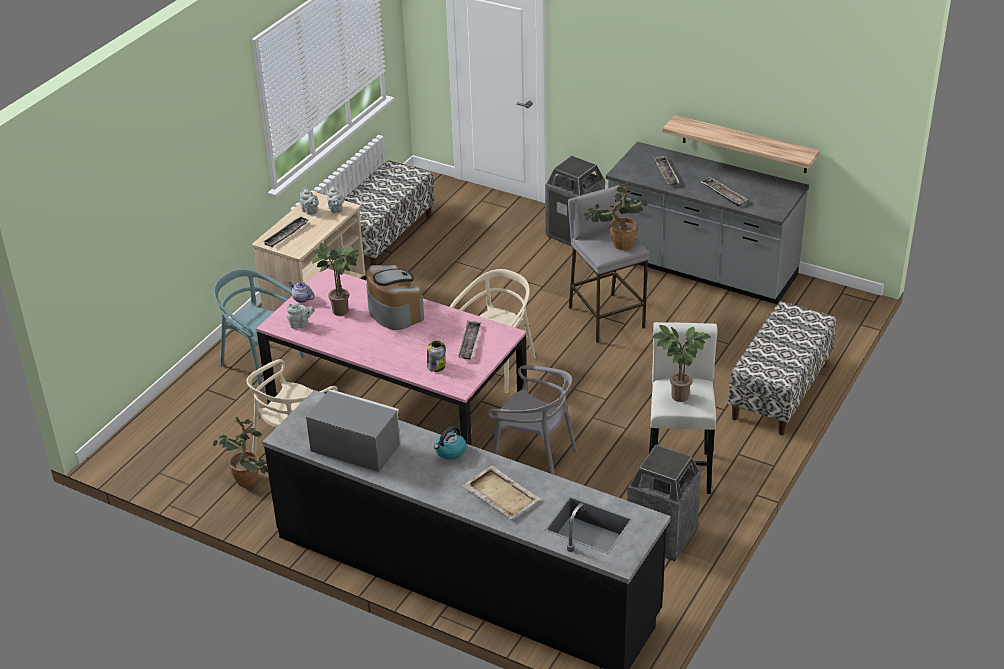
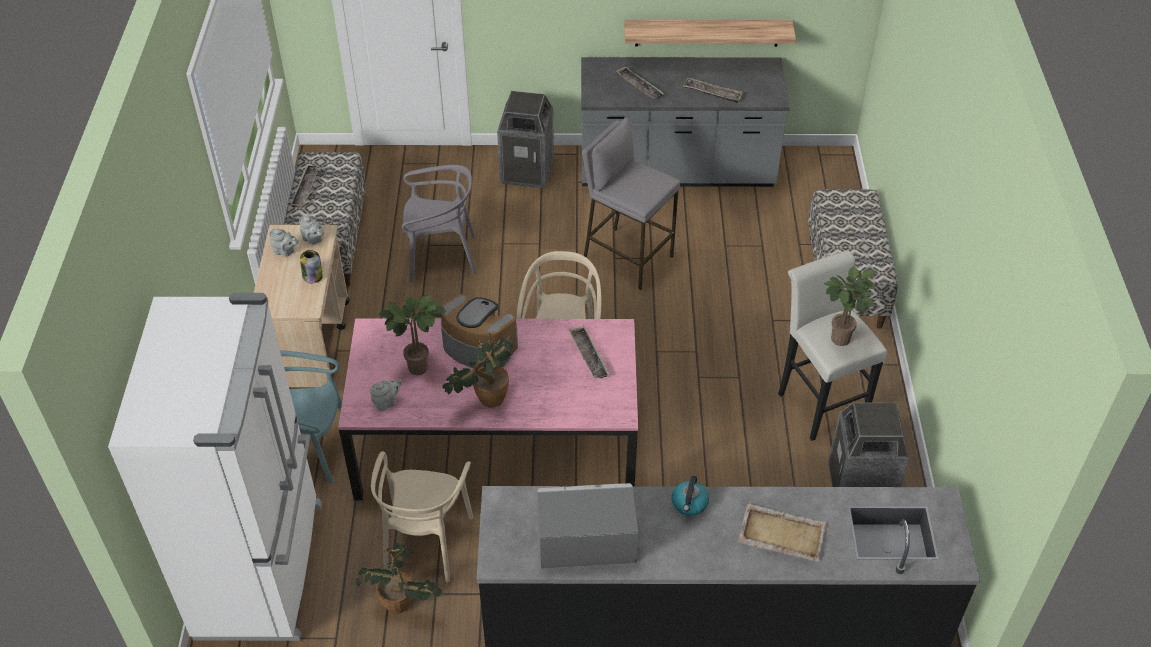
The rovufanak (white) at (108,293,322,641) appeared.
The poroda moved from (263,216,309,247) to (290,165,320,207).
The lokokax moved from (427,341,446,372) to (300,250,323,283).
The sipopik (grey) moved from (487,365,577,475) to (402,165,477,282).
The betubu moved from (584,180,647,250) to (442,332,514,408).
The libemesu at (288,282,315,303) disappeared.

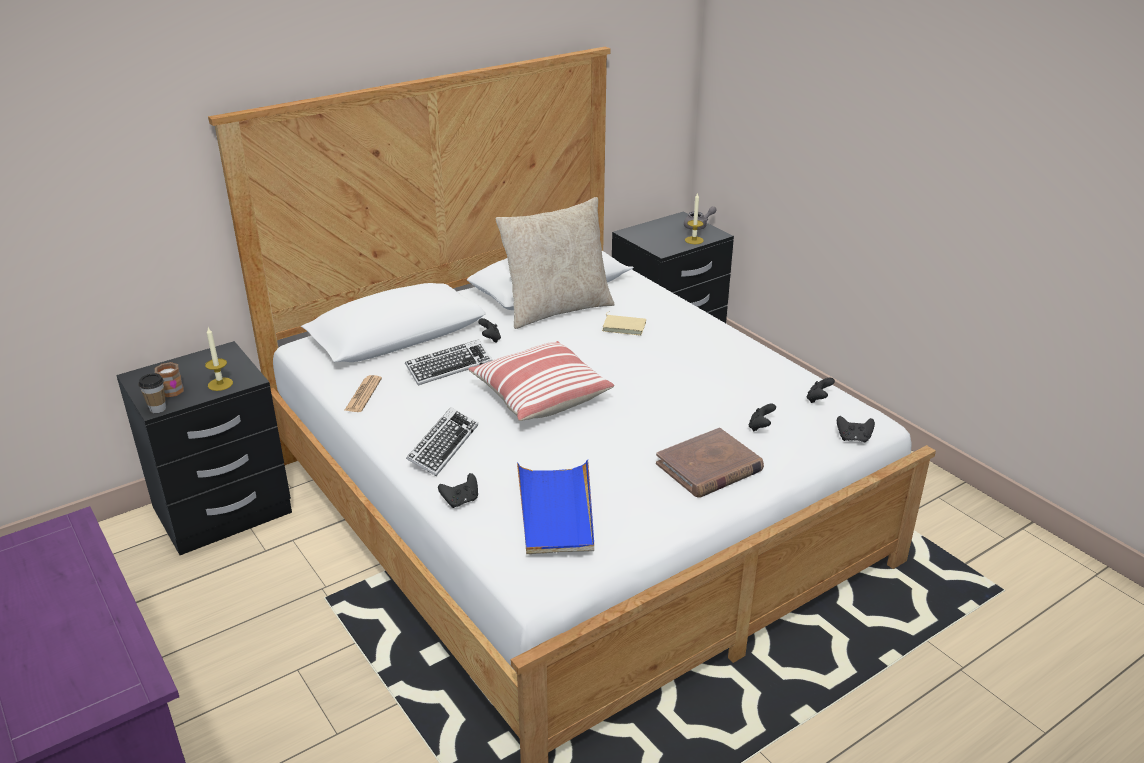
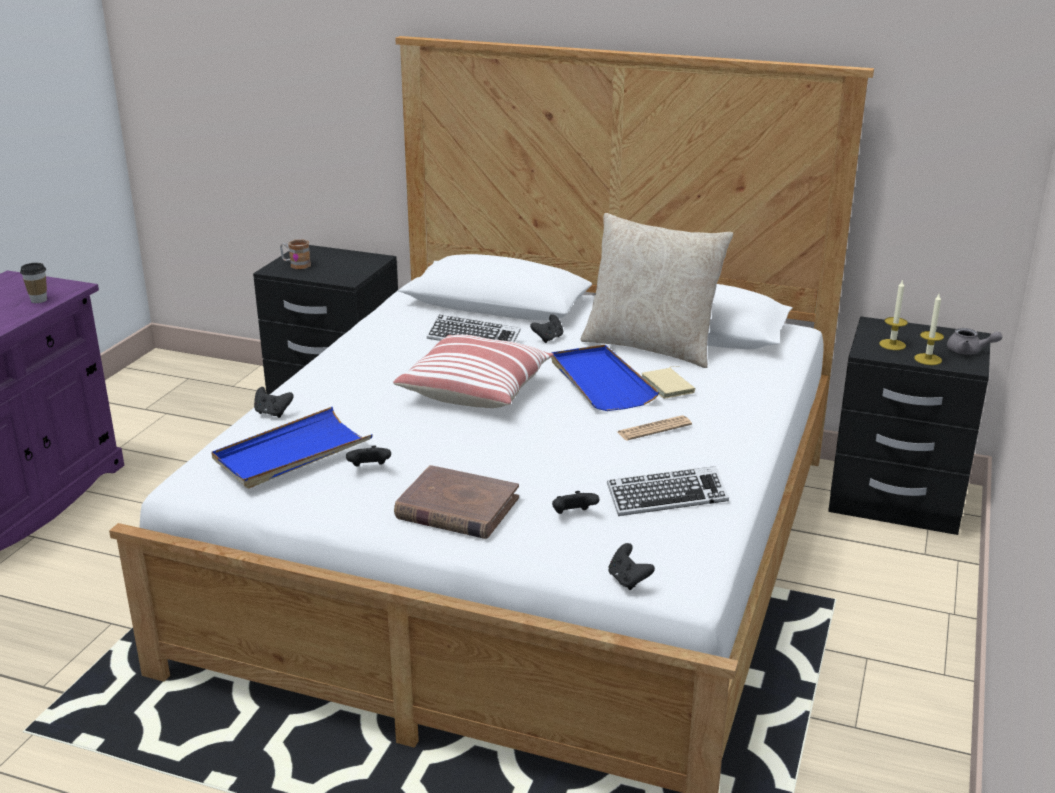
The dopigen moved from (138,373,166,413) to (20,263,47,303).
The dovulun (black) moved from (807,378,835,403) to (346,445,391,466).
The poroda (blue) at (551,345,659,411) appeared.
The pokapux moved from (406,407,478,476) to (607,466,729,516).
The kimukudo moved from (344,375,382,412) to (617,415,692,440).
The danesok moved from (205,328,233,391) to (879,279,908,350).

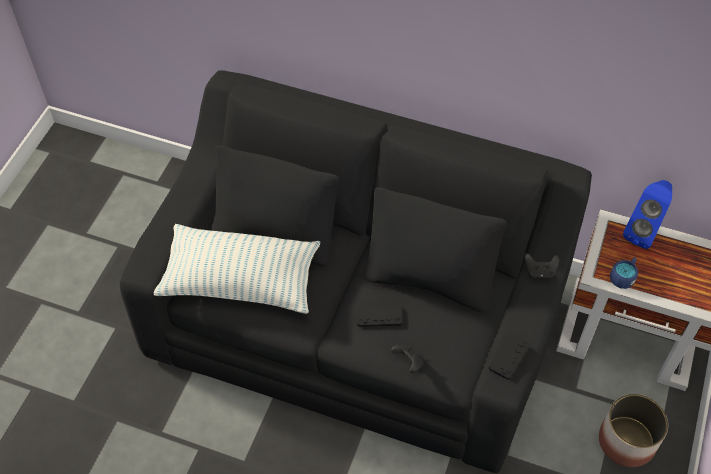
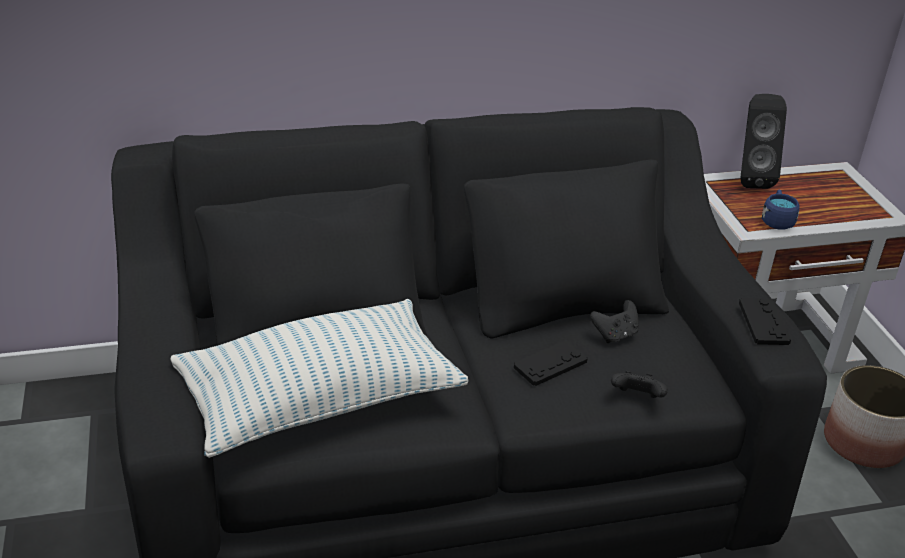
The dovulun (black) moved from (525,254,559,279) to (590,300,639,343).
The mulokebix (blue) at (623,180,672,249) became the mulokebix (black) at (741,94,787,189).

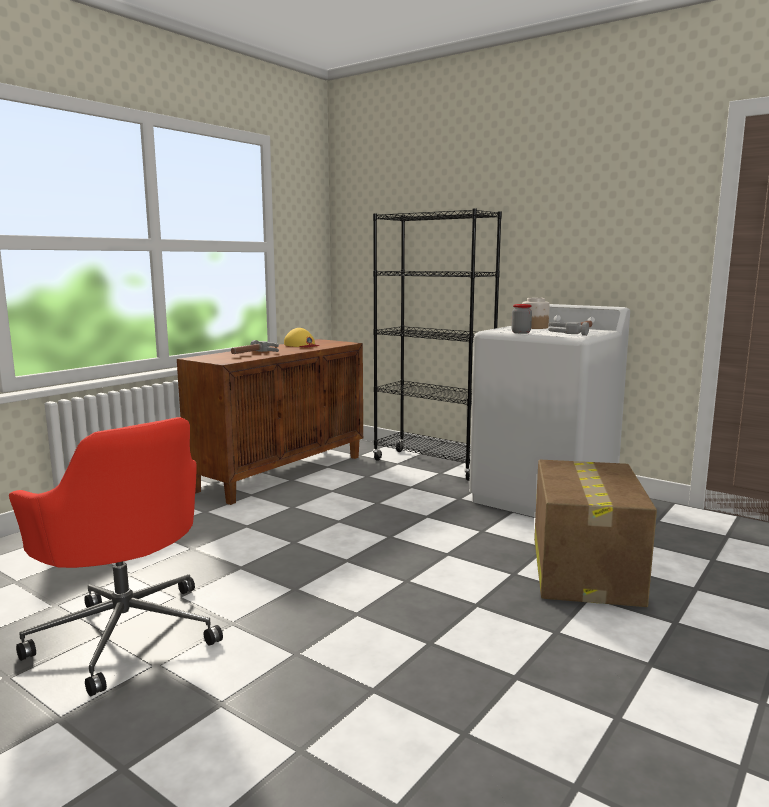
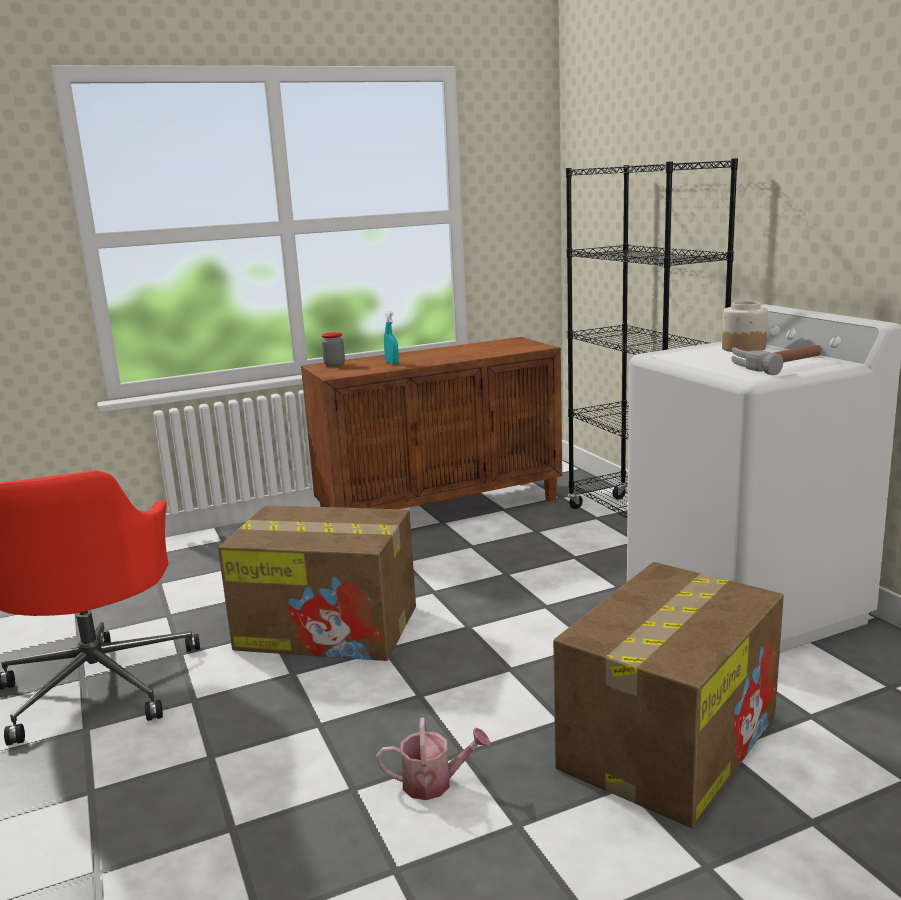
The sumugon at (218,505,416,661) appeared.
The lokokax moved from (511,304,532,334) to (322,332,345,367).
The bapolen at (376,718,491,800) appeared.
The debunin at (231,340,279,354) was replaced by the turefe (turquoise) at (384,311,399,364).
The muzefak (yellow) at (284,328,319,348) disappeared.

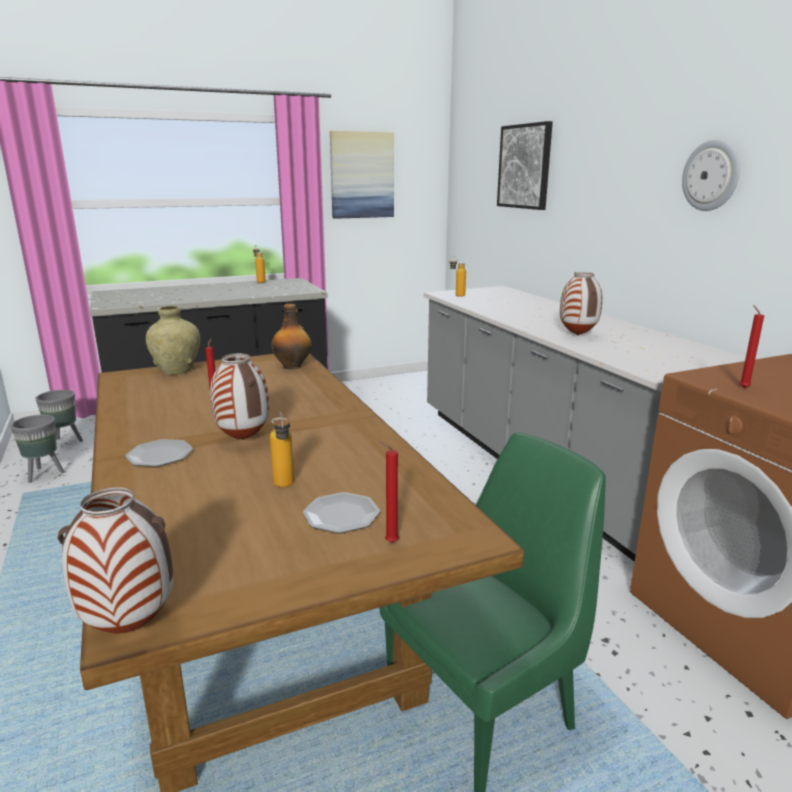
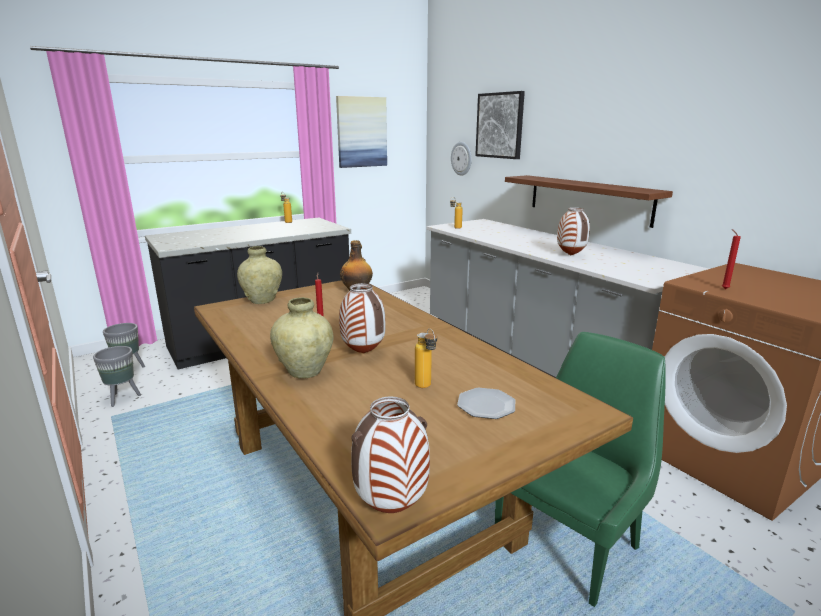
The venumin at (125,439,193,467) was replaced by the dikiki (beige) at (270,297,334,379).
The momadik moved from (682,140,740,211) to (451,142,472,176).
The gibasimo at (505,175,673,228) appeared.
The danesok (red) at (379,442,399,543) disappeared.

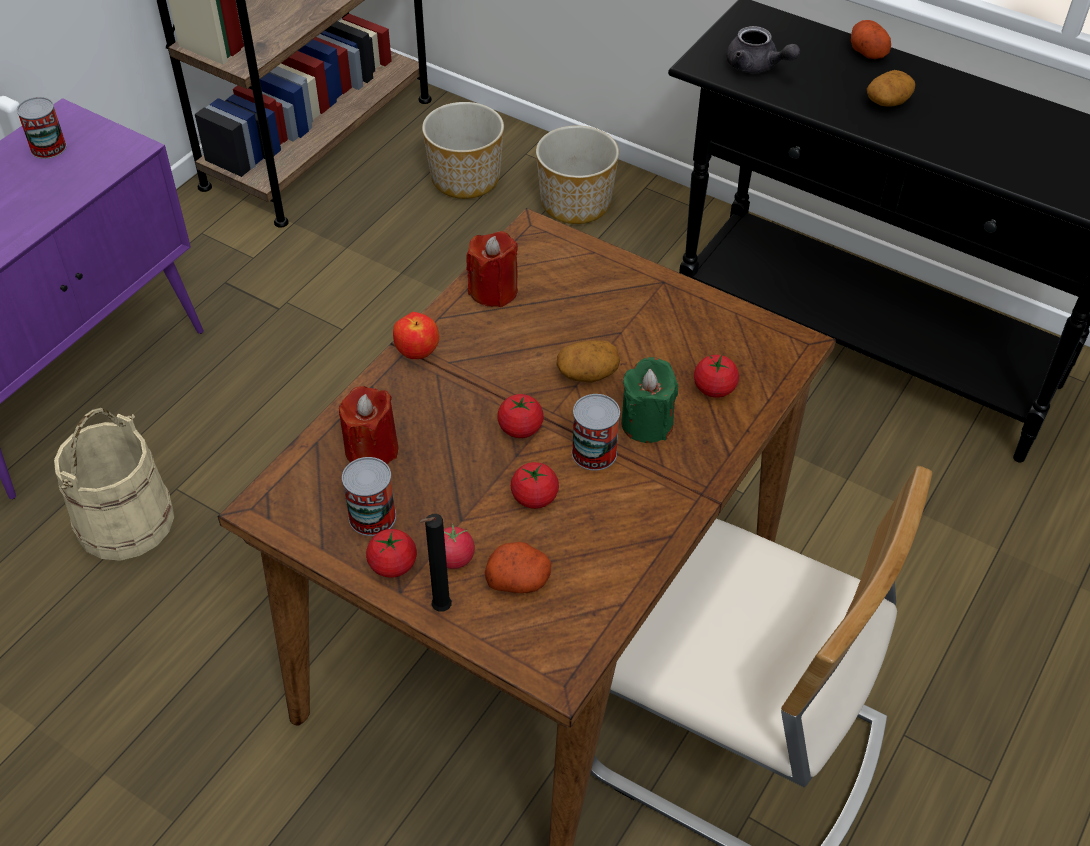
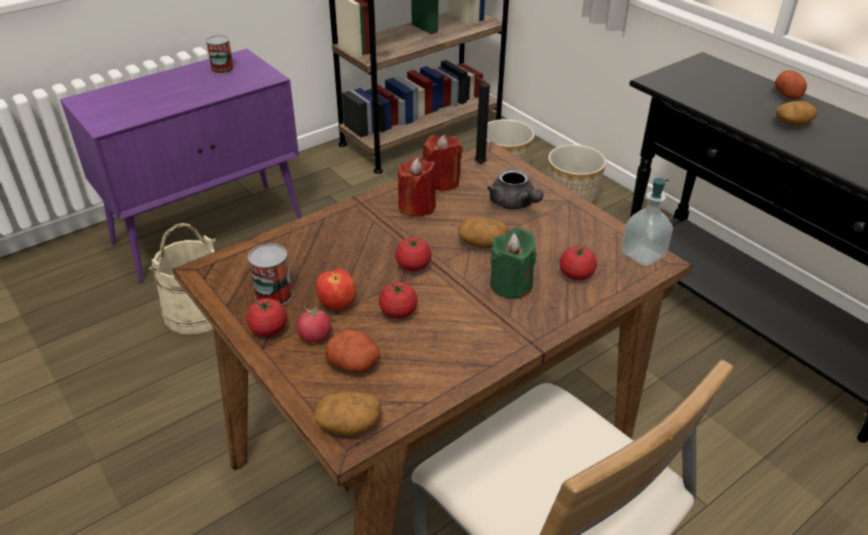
The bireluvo at (314,392,381,436) appeared.
The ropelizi moved from (393,312,439,359) to (316,268,356,310).
The danesok (red) moved from (339,386,398,464) to (398,157,436,217).
The danesok (black) moved from (420,514,452,612) to (475,77,490,164).
The libemesu (grey) moved from (726,26,800,73) to (487,169,543,209).
The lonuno at (621,178,673,266) appeared.
The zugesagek at (572,394,620,471) disappeared.

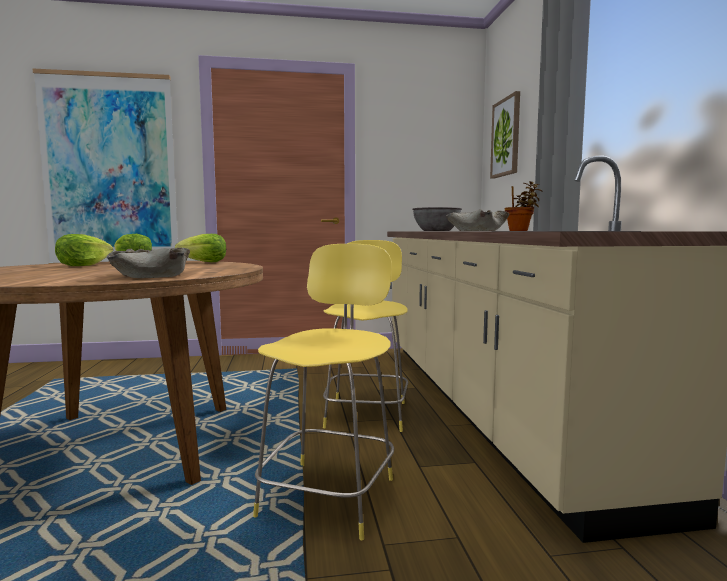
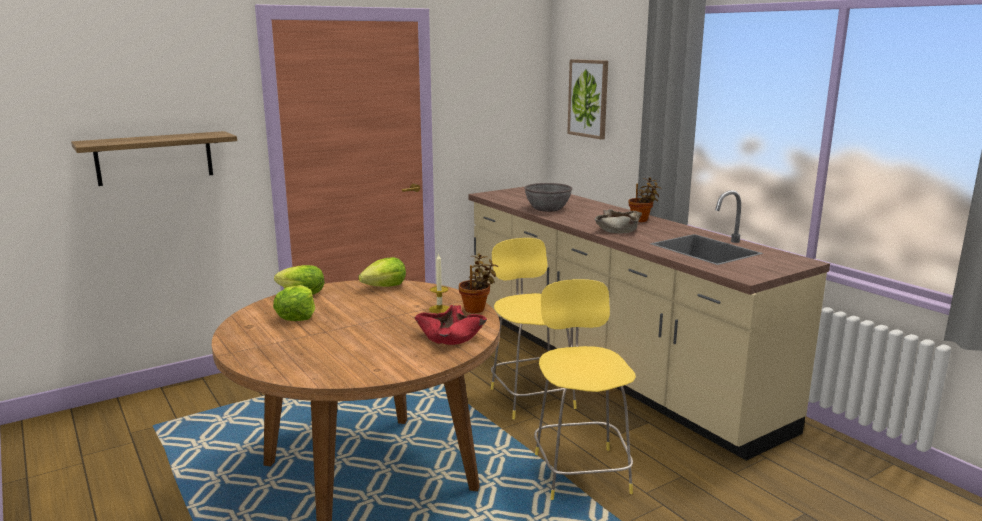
The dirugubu at (32,68,178,264) was replaced by the gibasimo at (71,131,237,186).
The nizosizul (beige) at (107,247,190,278) became the nizosizul (red) at (414,305,487,345).
The danesok at (429,253,449,313) appeared.
The betubu at (459,253,498,313) appeared.

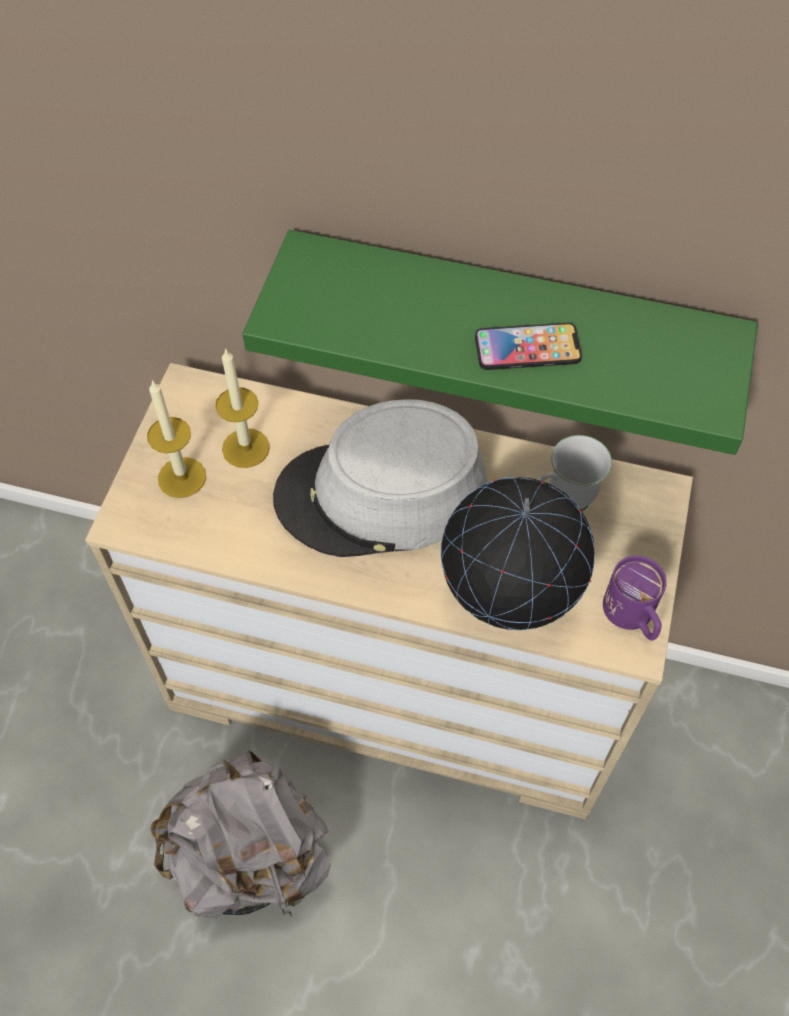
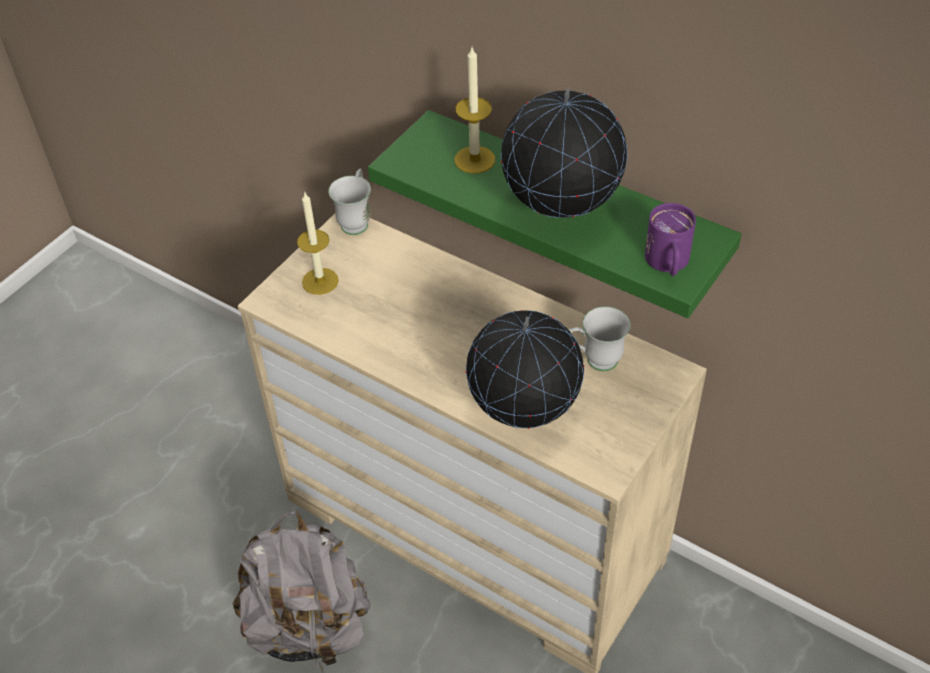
The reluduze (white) at (328,168,371,235) appeared.
The danesok moved from (215,348,270,468) to (455,47,495,174).
The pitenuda at (475,323,582,370) was replaced by the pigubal at (501,87,627,218).
The reluduze (purple) moved from (603,556,667,641) to (645,203,696,276).
The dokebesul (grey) at (273,399,487,557) disappeared.

